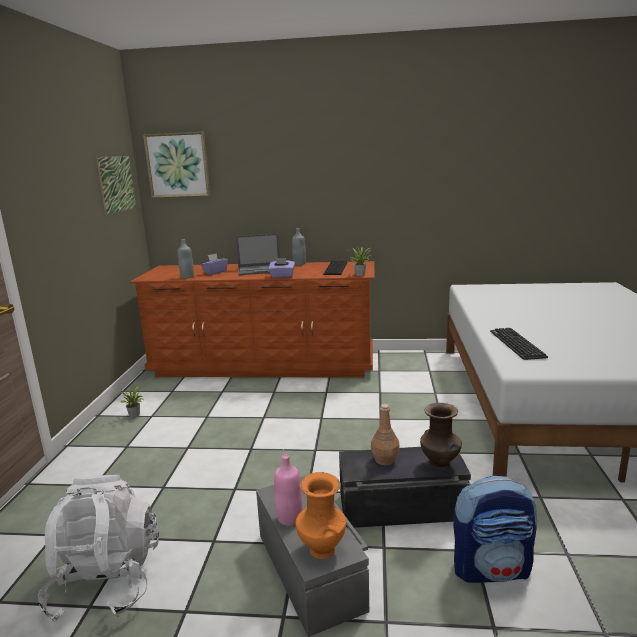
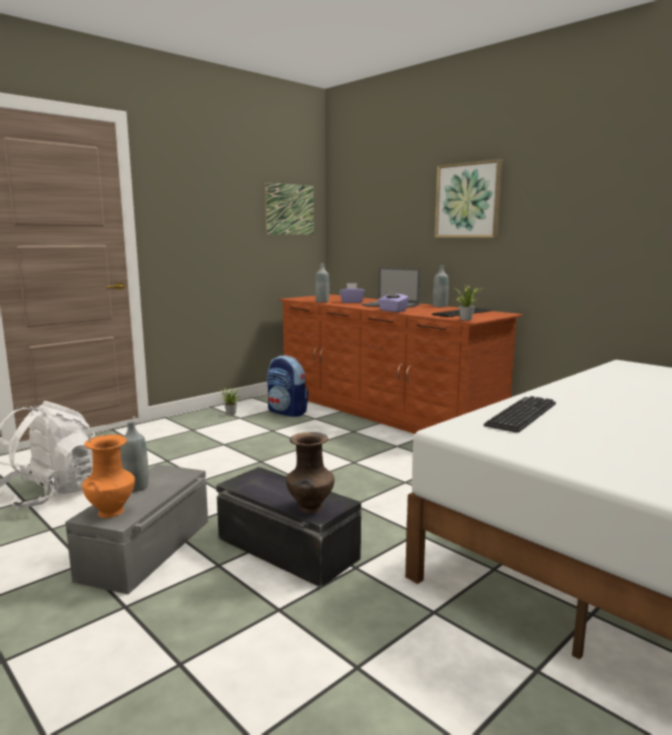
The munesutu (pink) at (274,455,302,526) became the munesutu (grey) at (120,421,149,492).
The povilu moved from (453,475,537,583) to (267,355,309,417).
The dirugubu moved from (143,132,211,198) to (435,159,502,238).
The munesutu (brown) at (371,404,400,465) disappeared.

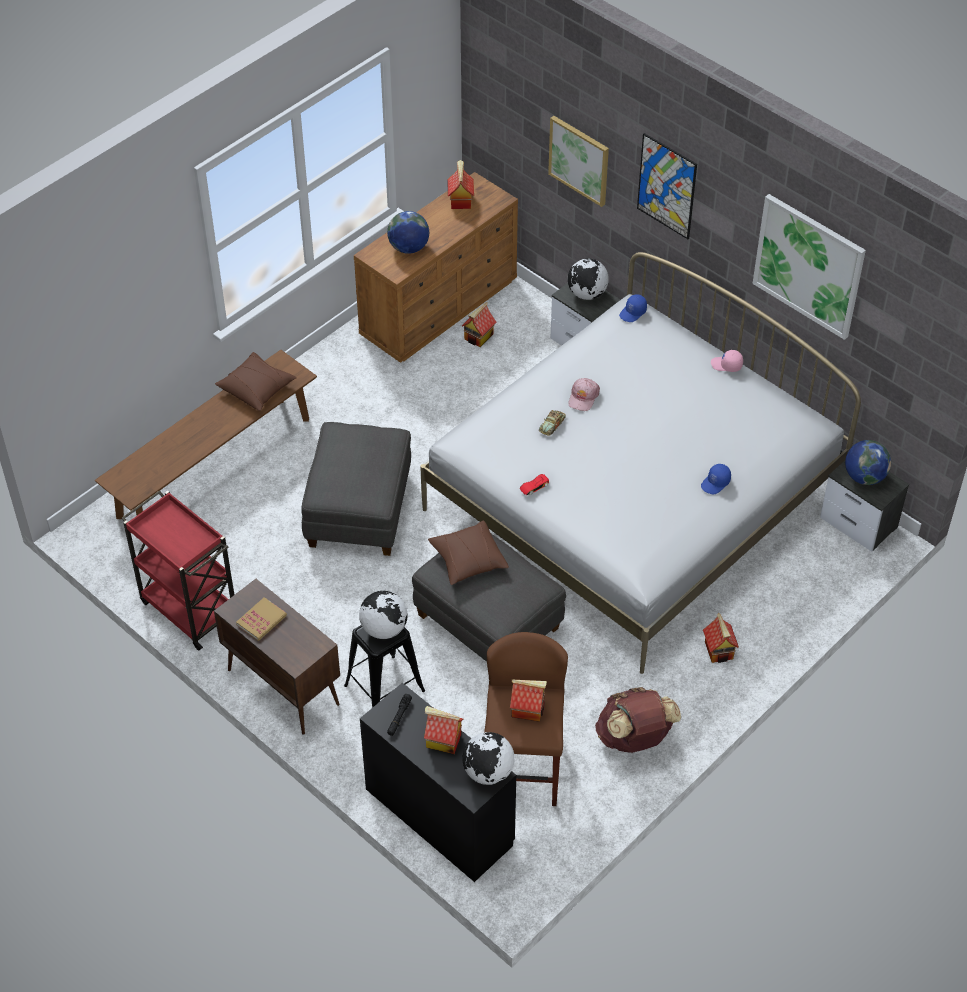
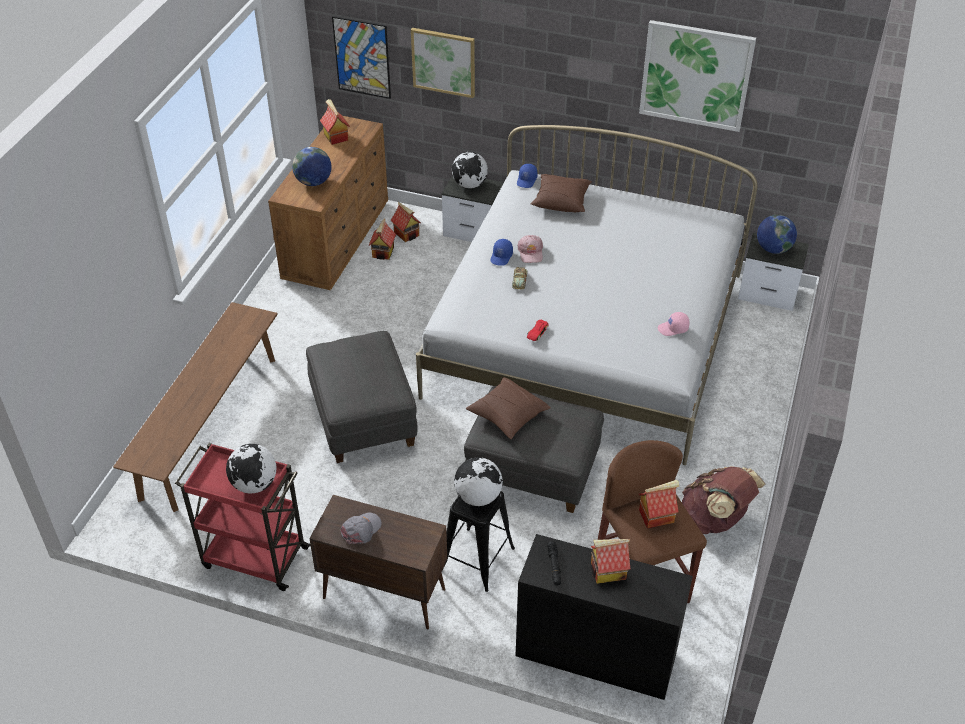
The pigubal moved from (462,732,515,785) to (226,444,276,494).
The dirugubu moved from (637,133,697,239) to (332,16,391,99).
The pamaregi at (236,597,287,641) was replaced by the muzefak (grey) at (341,513,382,544).
The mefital moved from (703,613,739,663) to (390,202,421,242).
The muzefak (blue) moved from (701,464,731,494) to (491,239,513,266).
The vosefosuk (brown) moved from (215,352,297,411) to (531,174,592,212).
The muzefak (pink) moved from (711,350,743,372) to (658,312,690,336).

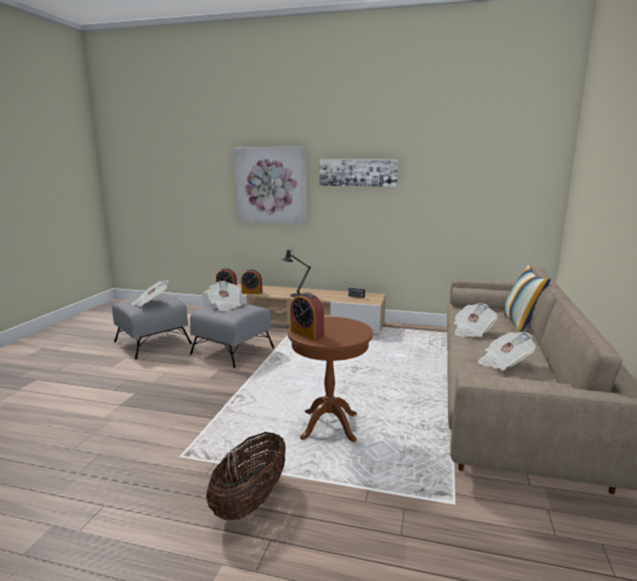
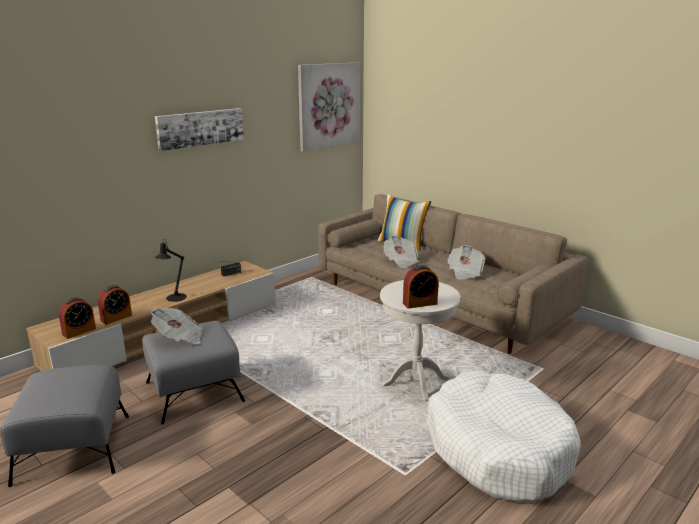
The dirugubu moved from (234,147,307,224) to (298,62,360,152).
The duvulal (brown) at (288,317,373,442) became the duvulal (white) at (380,280,461,401).
The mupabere at (206,432,286,520) was replaced by the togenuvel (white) at (427,371,581,502).
The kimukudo at (131,280,169,306) disappeared.

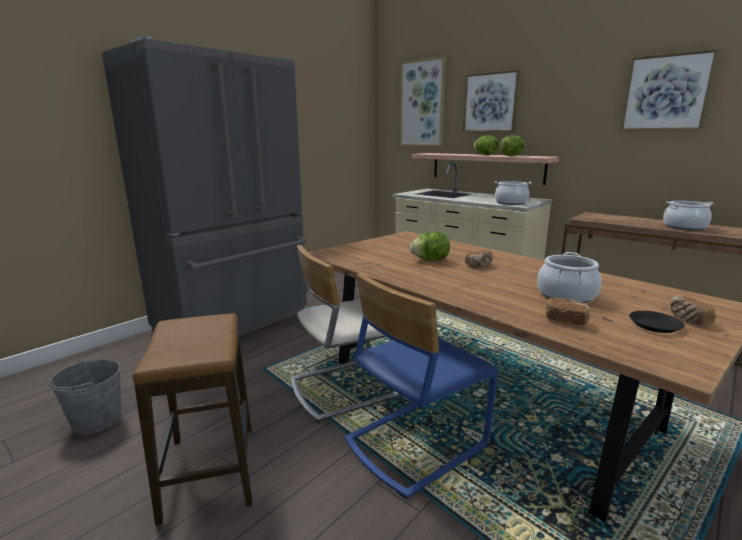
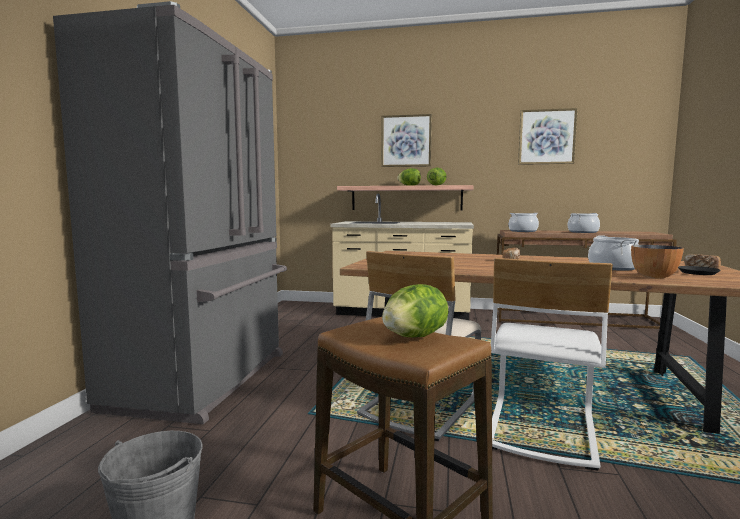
The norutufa moved from (410,231,450,261) to (382,284,449,338).
The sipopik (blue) at (345,273,498,499) became the sipopik (white) at (491,258,613,470).
The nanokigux moved from (495,181,532,205) to (509,213,539,232).
The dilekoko at (546,298,590,325) was replaced by the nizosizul at (631,245,684,279).
The dirugubu at (400,56,446,146) disappeared.

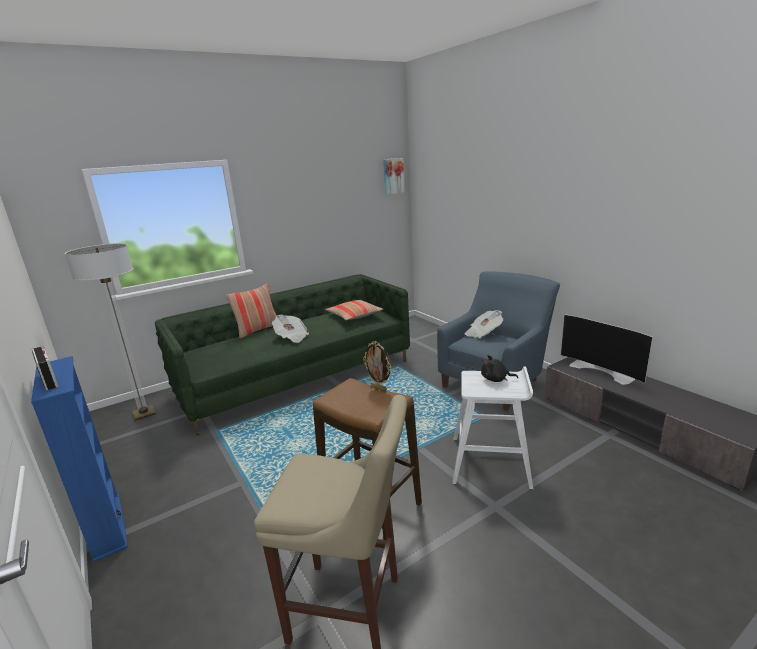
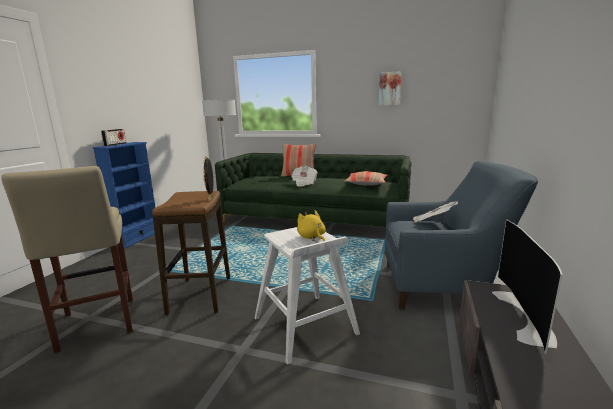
The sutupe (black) at (481,355,518,382) became the sutupe (yellow) at (297,210,326,241).
The dirugubu moved from (383,158,405,195) to (379,71,401,105).

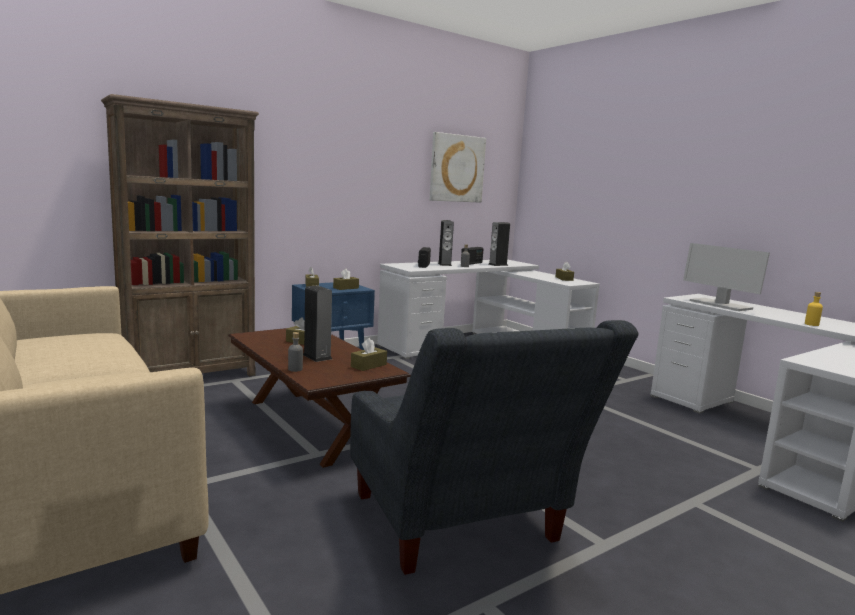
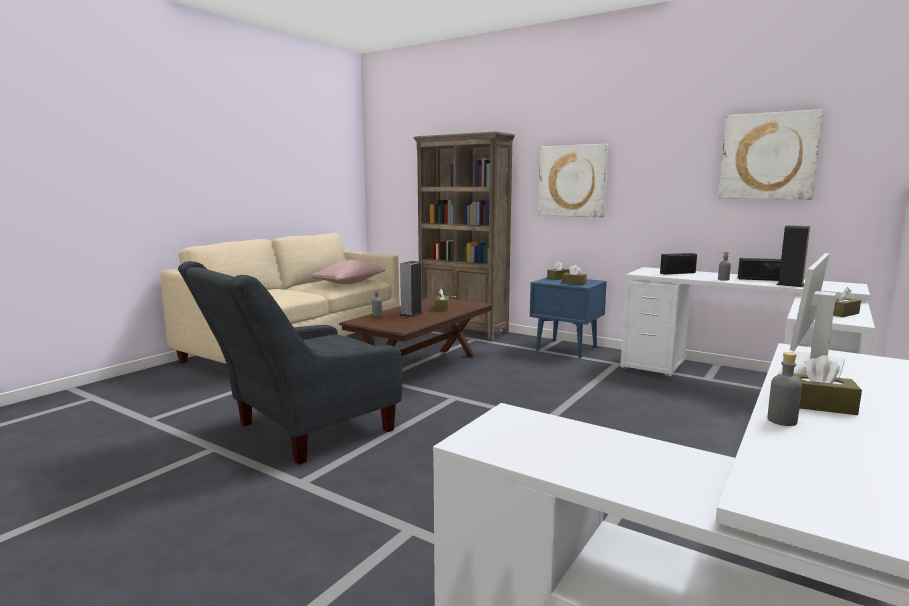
The vosefosuk (pink) at (311,260,385,284) appeared.
The dirugubu at (538,144,608,217) appeared.
The munesutu (yellow) at (805,292,823,326) became the munesutu (grey) at (768,352,802,426).
The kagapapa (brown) moved from (351,338,387,371) to (793,355,862,415).
The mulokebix at (438,220,454,266) disappeared.

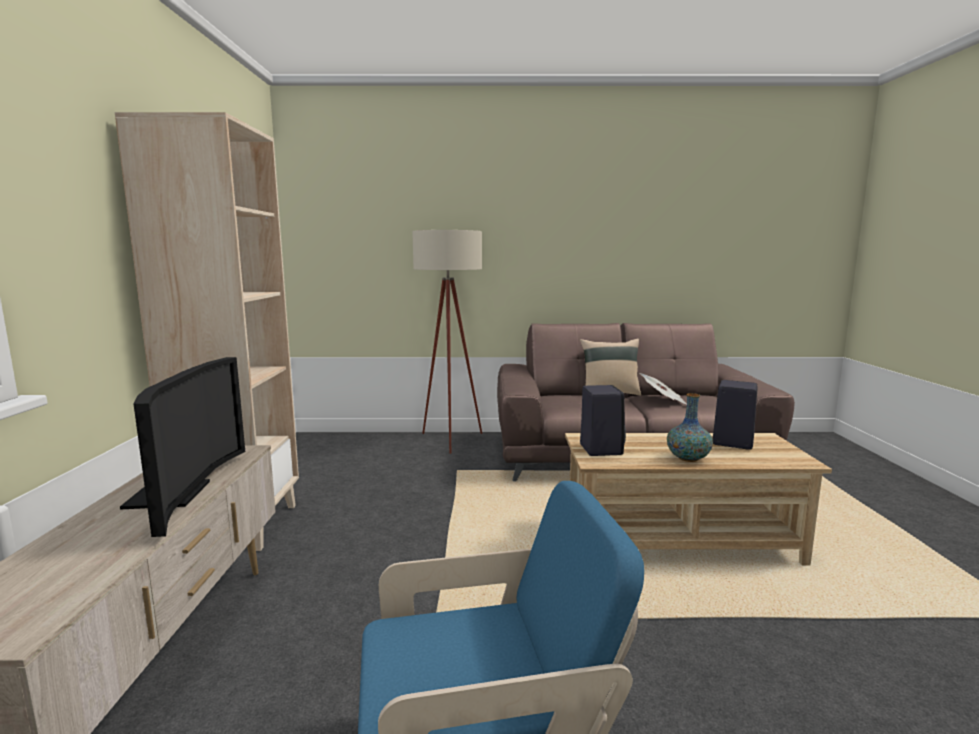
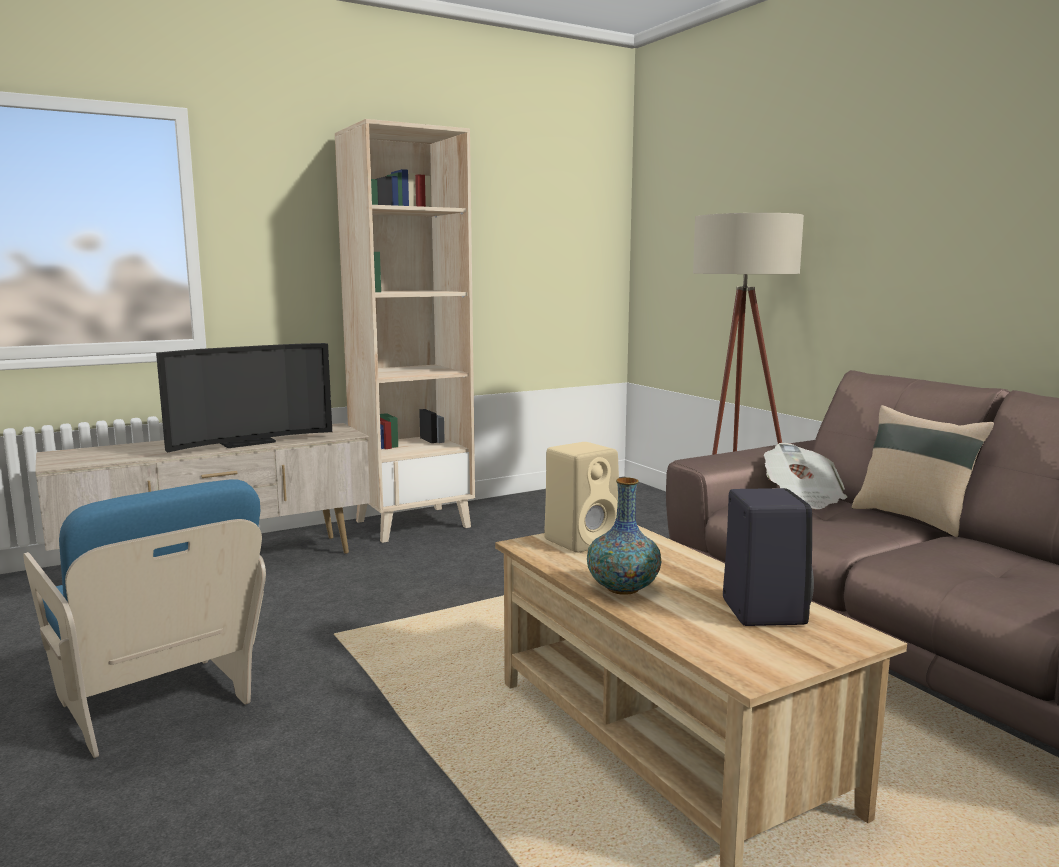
The mulokebix (black) at (580,385,626,456) became the mulokebix (beige) at (544,442,619,553).
The kimukudo moved from (639,373,687,405) to (764,443,847,509).

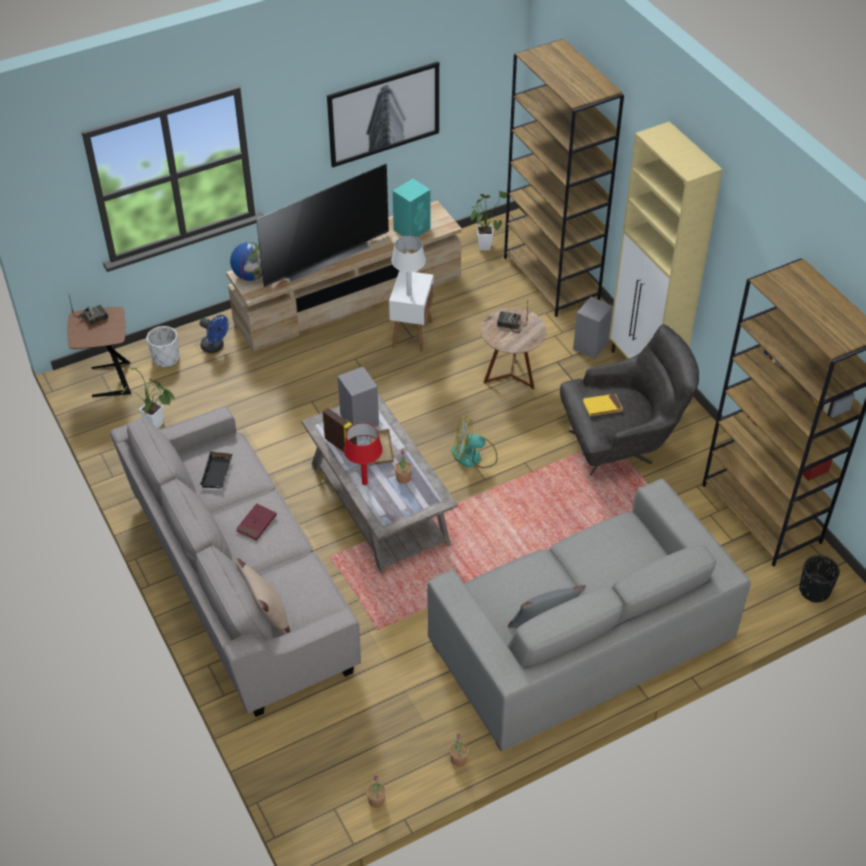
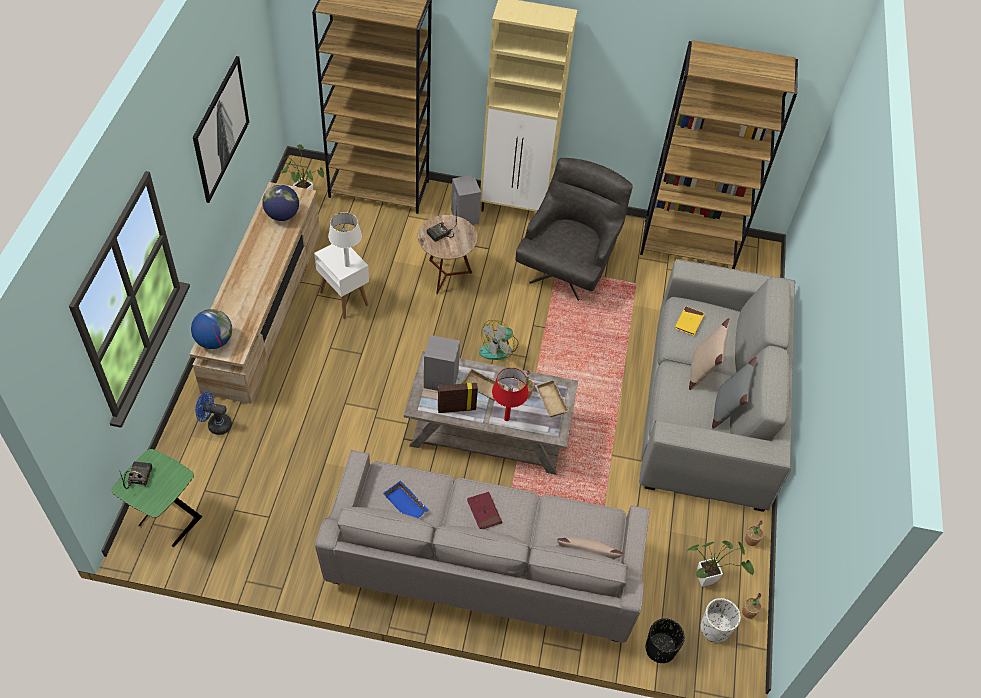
The duvulal (brown) at (67,307,131,397) became the duvulal (green) at (112,449,202,547).
The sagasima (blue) at (200,315,229,353) turned 150 degrees counterclockwise.
The mulokebix (turquoise) at (393,179,431,238) was replaced by the pigubal at (262,184,299,221).
The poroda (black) at (200,451,232,488) became the poroda (blue) at (383,481,429,518).
The poroda (beige) at (534,380,569,417) appeared.
The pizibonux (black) moved from (799,555,840,603) to (646,618,685,663).
The pamaregi (yellow) moved from (583,394,623,416) to (675,306,705,336).
The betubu moved from (121,367,175,429) to (687,541,754,587).
The vosefosuk (beige) at (689,318,730,390) appeared.
The pizibonux (white) moved from (147,326,179,368) to (701,598,741,643).
The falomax at (256,164,389,287) disappeared.

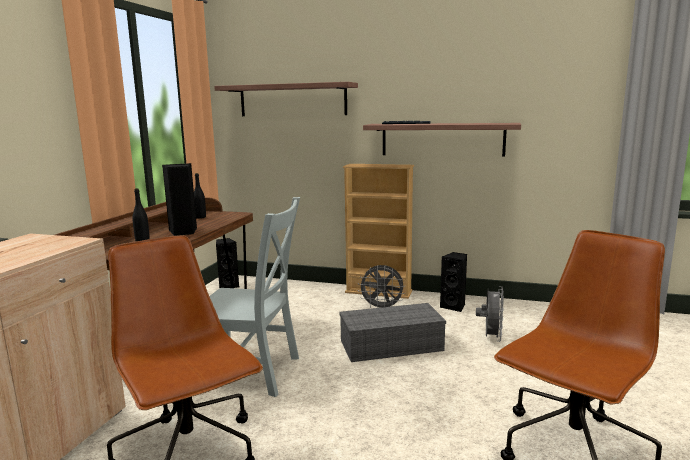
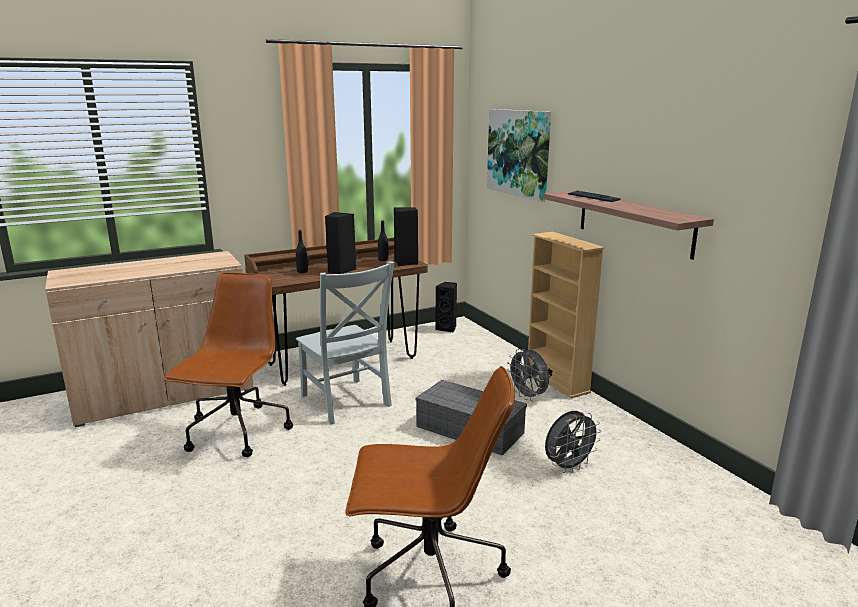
The mulokebix (black) moved from (440,252,467,312) to (394,207,418,266).
The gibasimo at (214,82,358,116) was replaced by the dirugubu at (487,109,551,202).

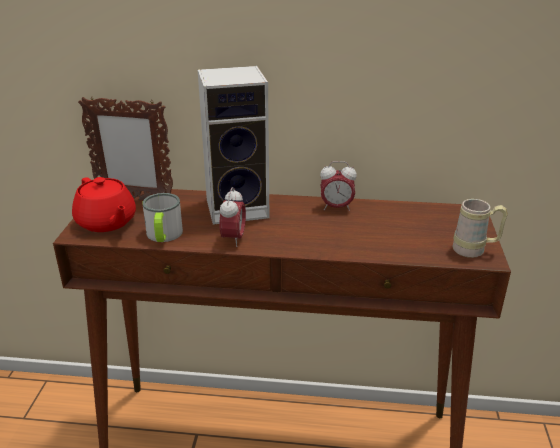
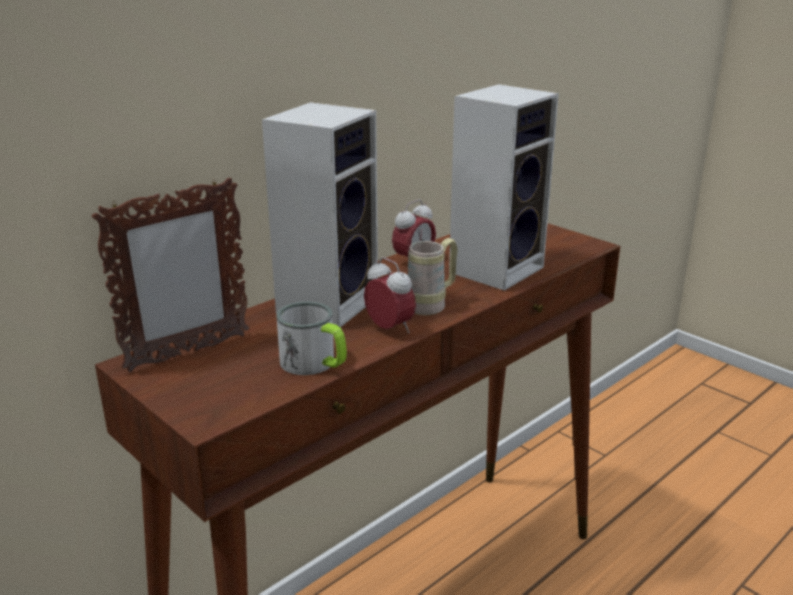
The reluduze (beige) moved from (452,199,508,258) to (408,238,458,315).
The mulokebix at (449,84,559,291) appeared.
The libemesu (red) at (72,177,136,232) disappeared.

